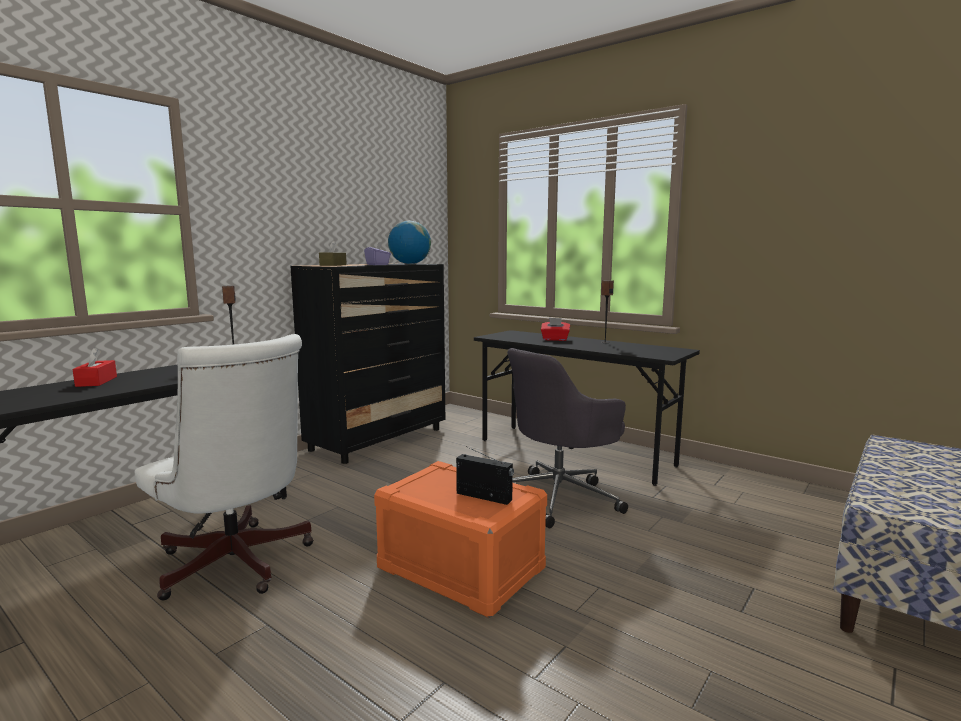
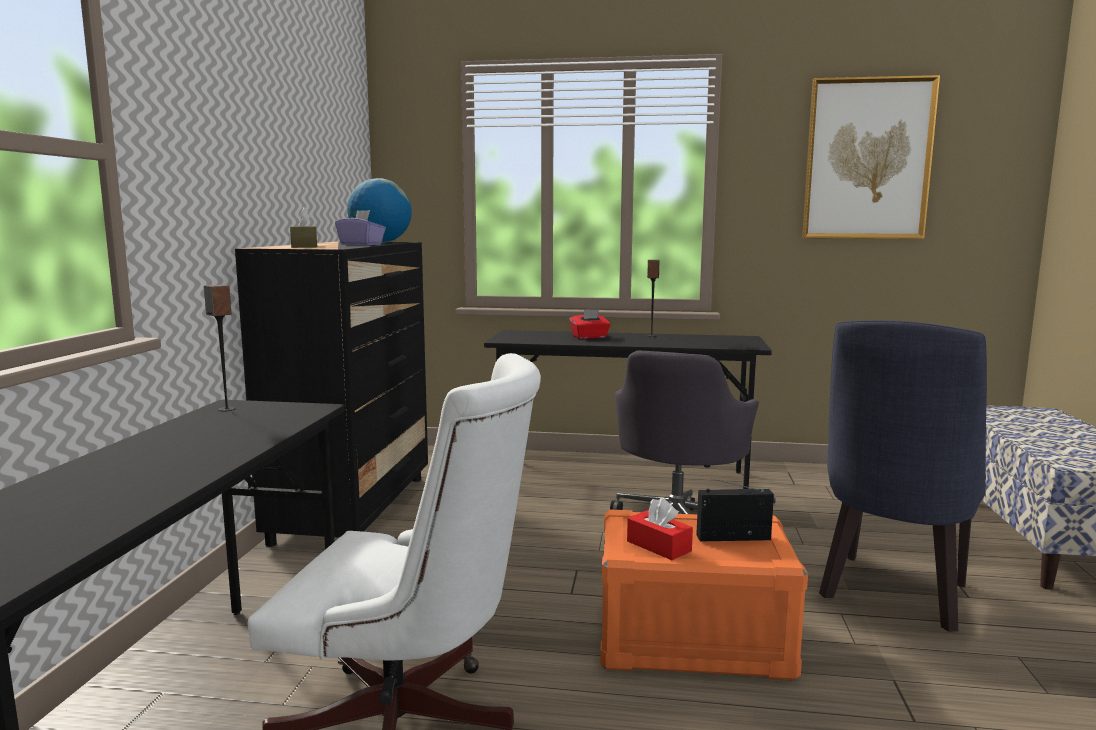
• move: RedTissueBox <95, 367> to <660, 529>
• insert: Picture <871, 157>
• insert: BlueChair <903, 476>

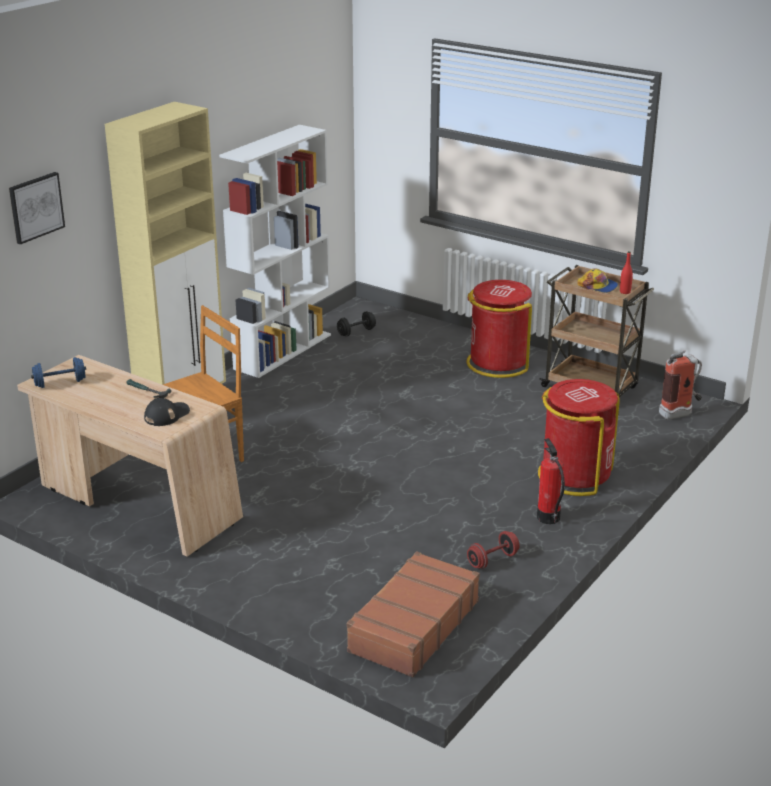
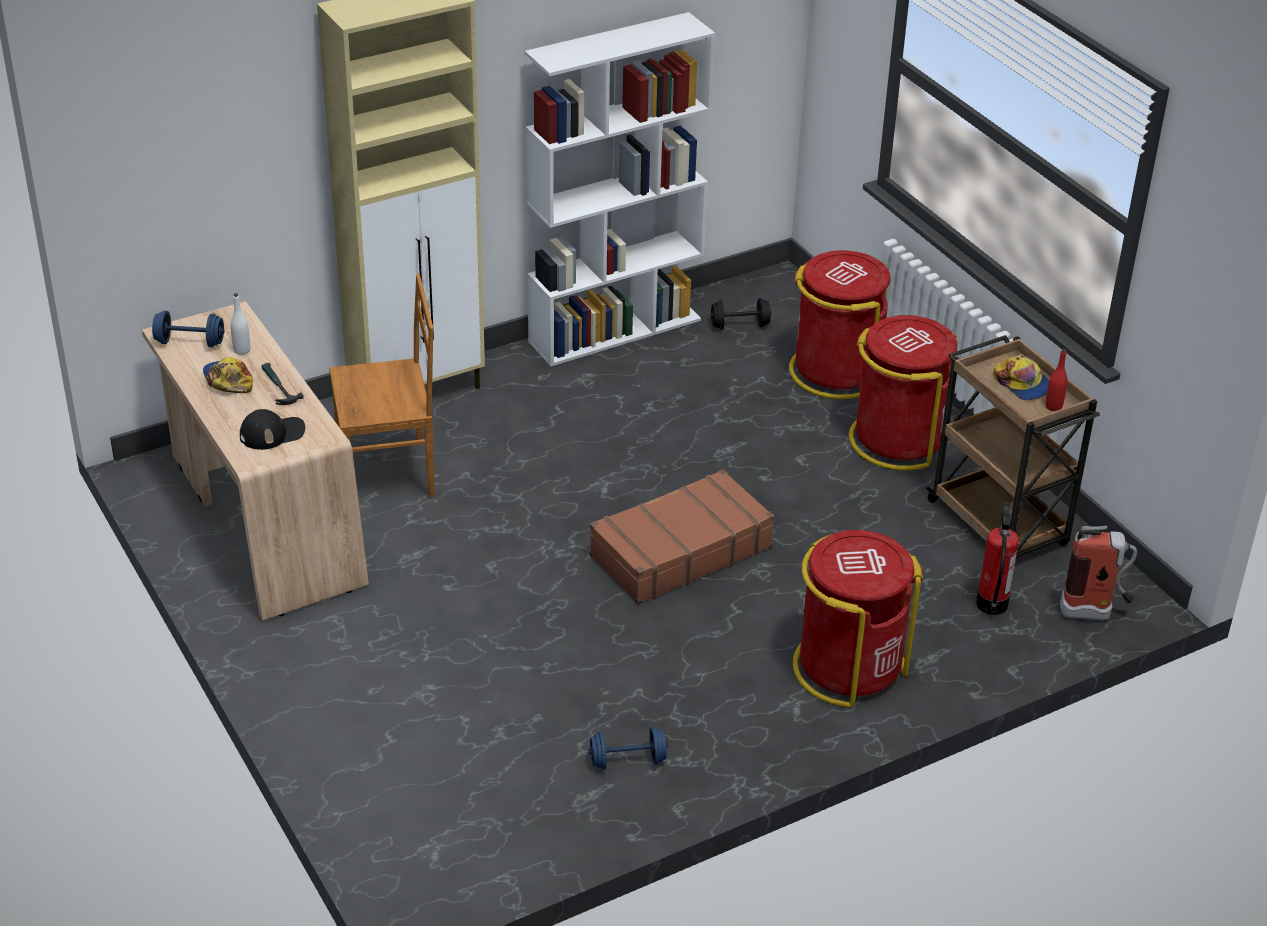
• insert: Cap <228, 375>
• insert: WhiteBottle <240, 324>
• recolor: RedDumbbell <493, 550> to BlueDumbbell <628, 748>
• move: BrownSuitcase <413, 614> to <682, 537>
• insert: RedTrashCan <840, 324>
• move: FireExtinguisher <551, 481> to <997, 558>
• delete: Picture <37, 208>

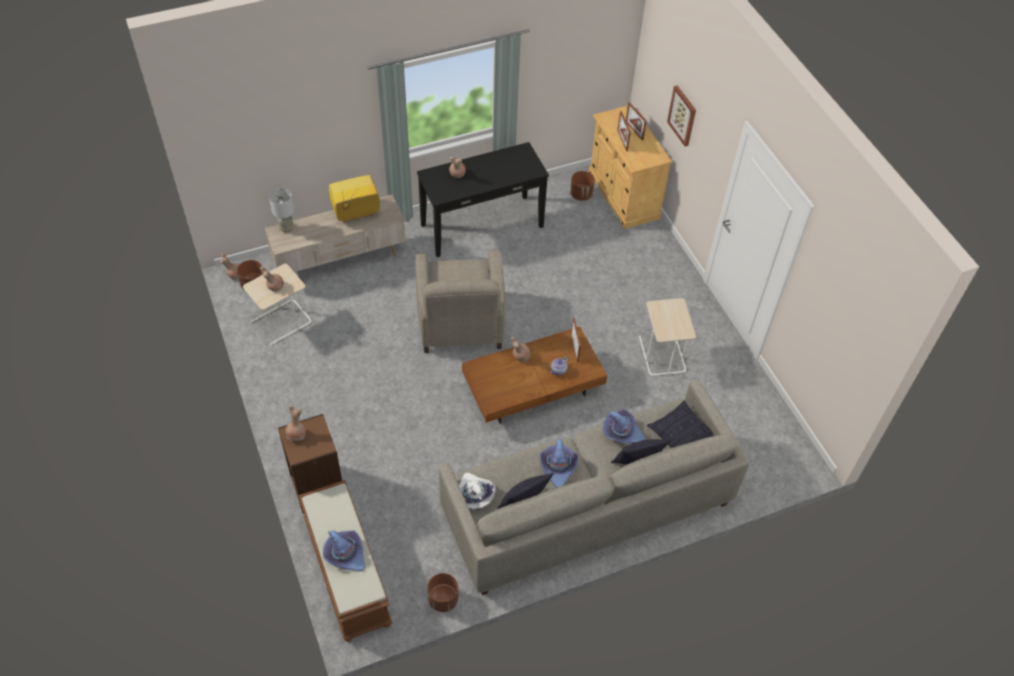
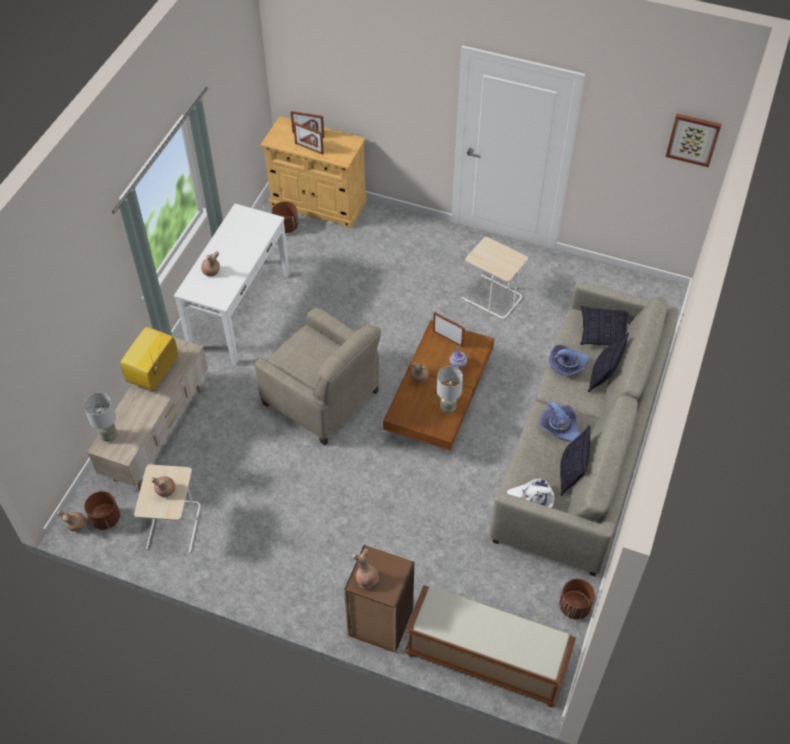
• recolor: BlackConsoleTable <483, 199> to WhiteConsoleTable <232, 284>
• insert: GreyTableLamp <450, 389>
• move: Picture <681, 116> to <694, 140>
• delete: PurpleHat <344, 550>

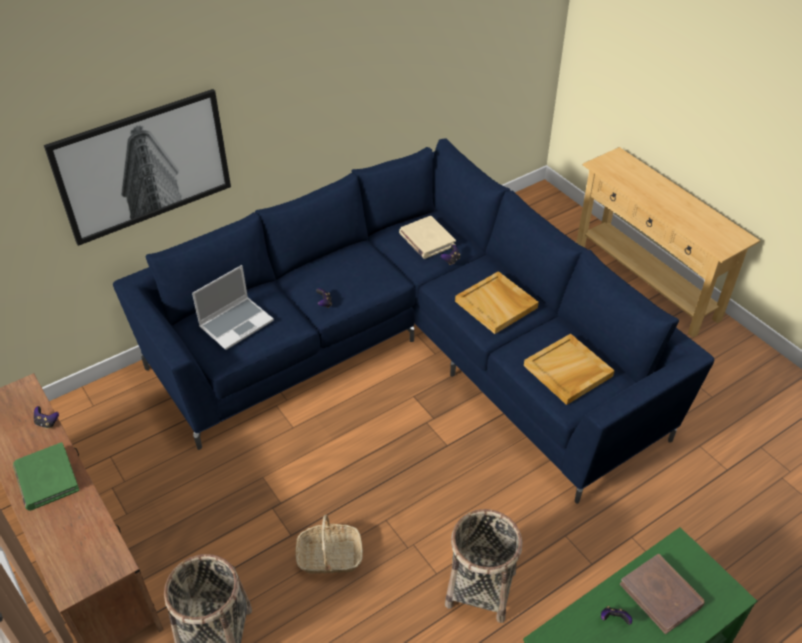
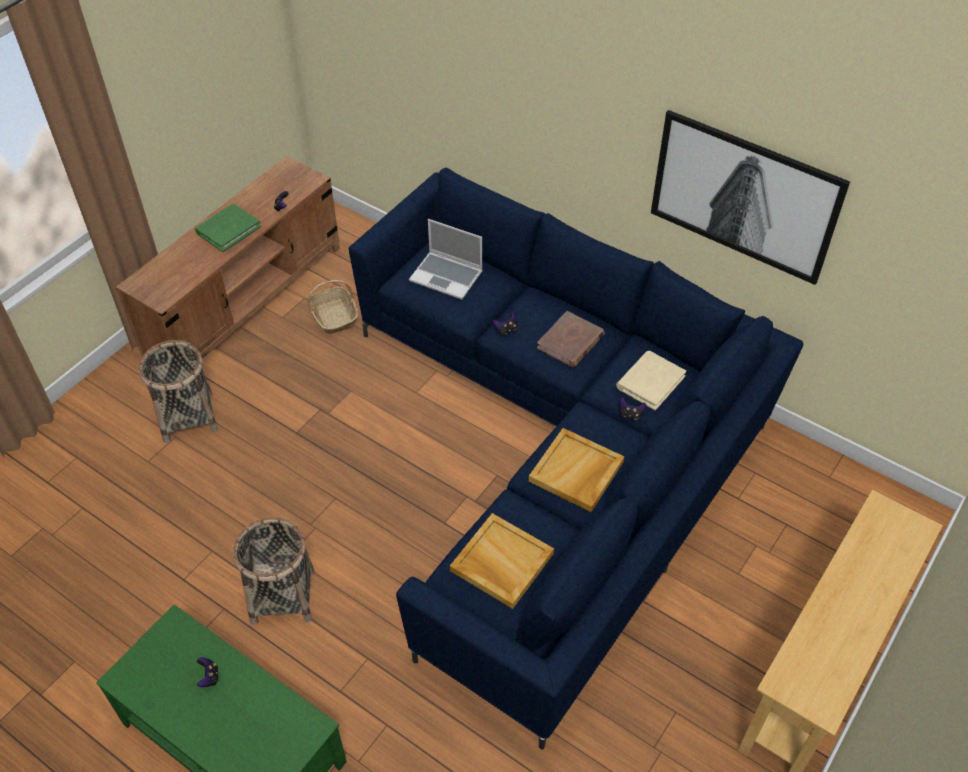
• move: Basket <329, 544> to <332, 307>
• move: BrownBook <662, 594> to <571, 339>
• move: Picture <137, 167> to <750, 197>

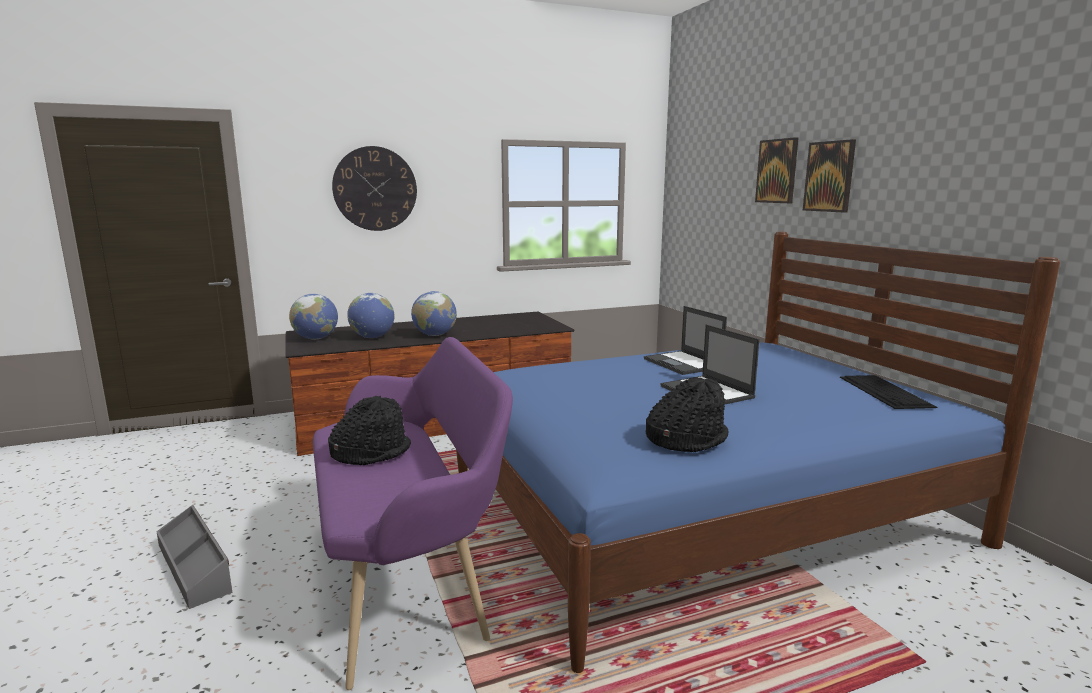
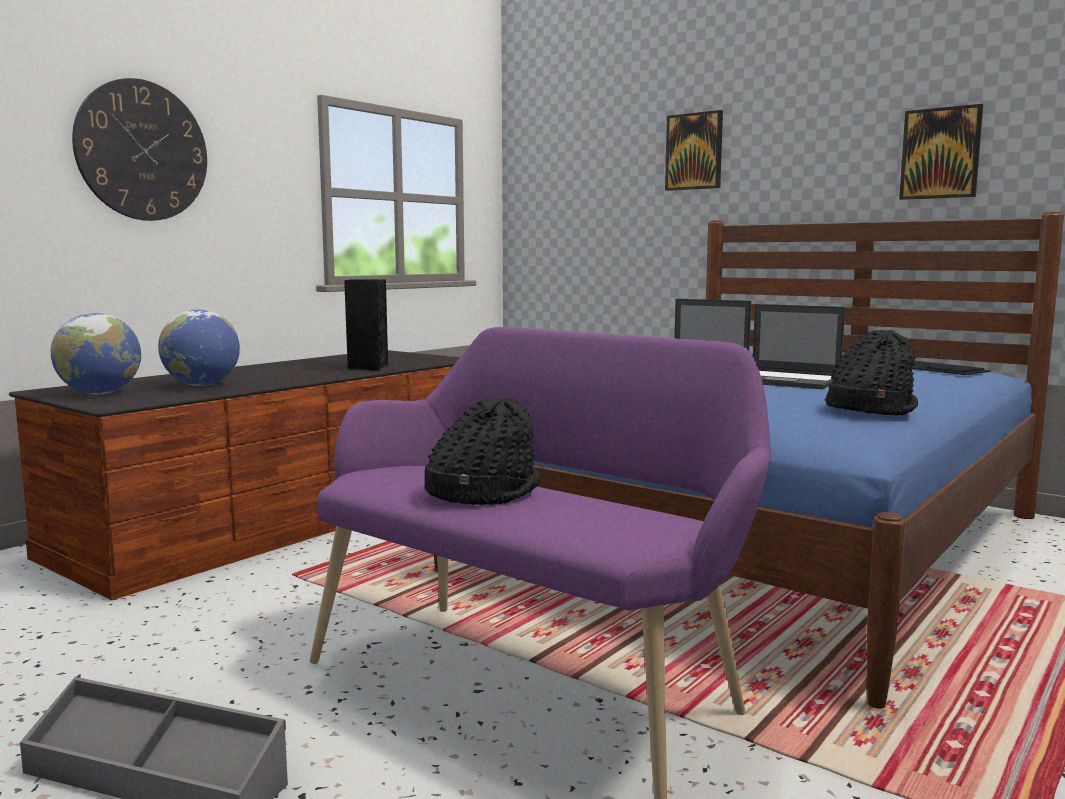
• insert: BlackSpeaker <366, 324>
• move: Picture <829, 176> to <941, 152>
• delete: Globe <434, 313>

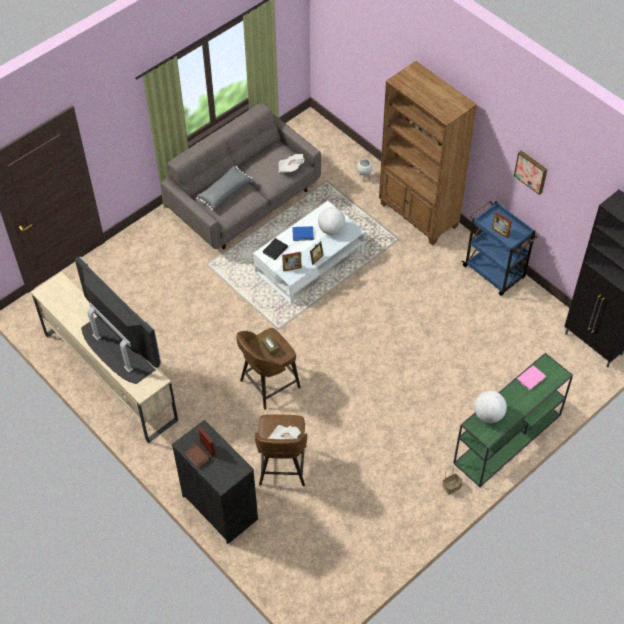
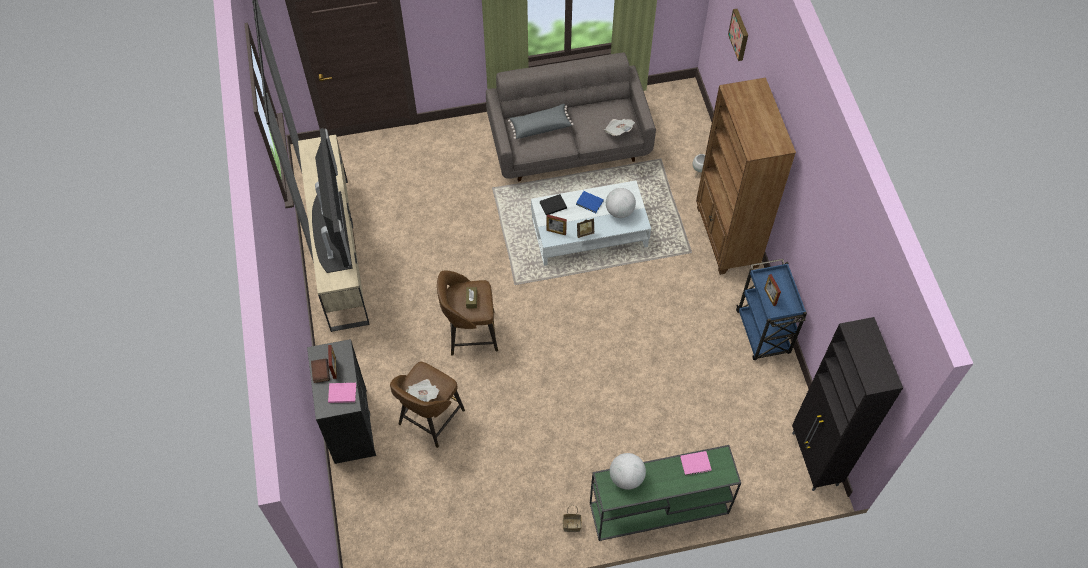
• insert: PinkBook <342, 393>
• move: Picture <531, 173> to <738, 35>

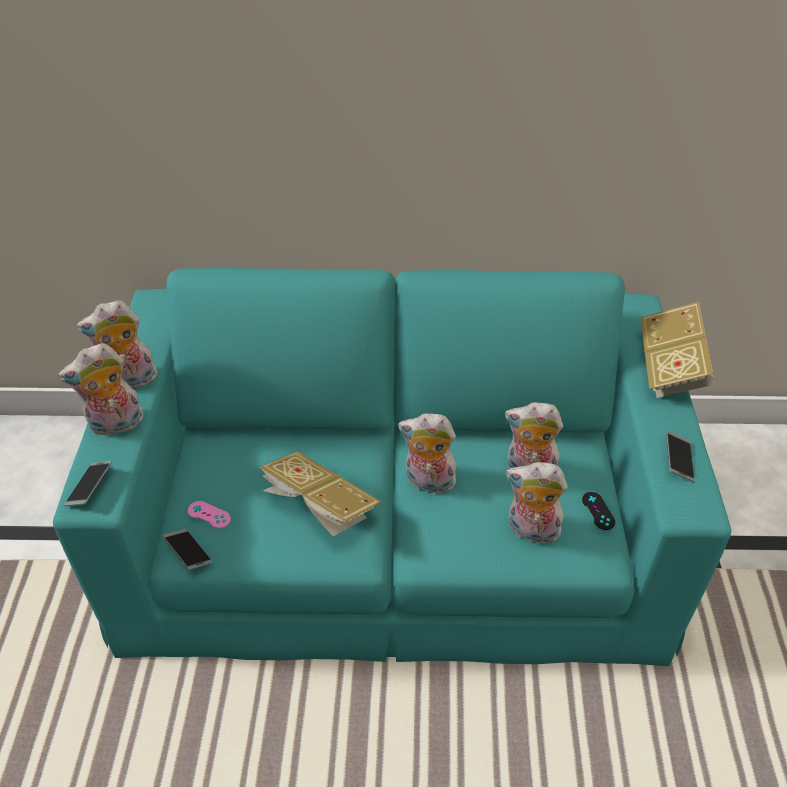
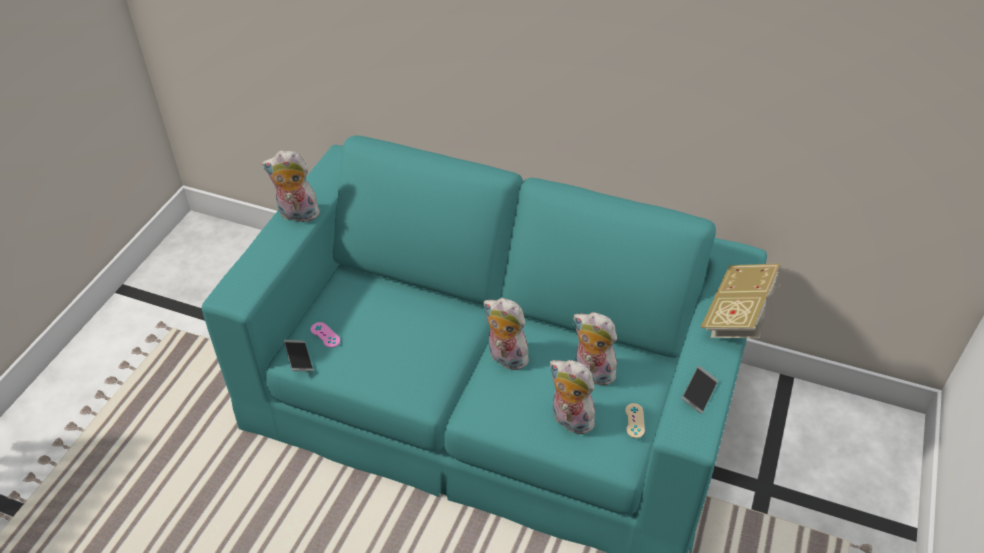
• recolor: BlackGameController <598, 511> to BeigeGameController <635, 420>
• delete: PlushToy <101, 389>
• delete: Phone <88, 484>
• delete: Book <320, 494>

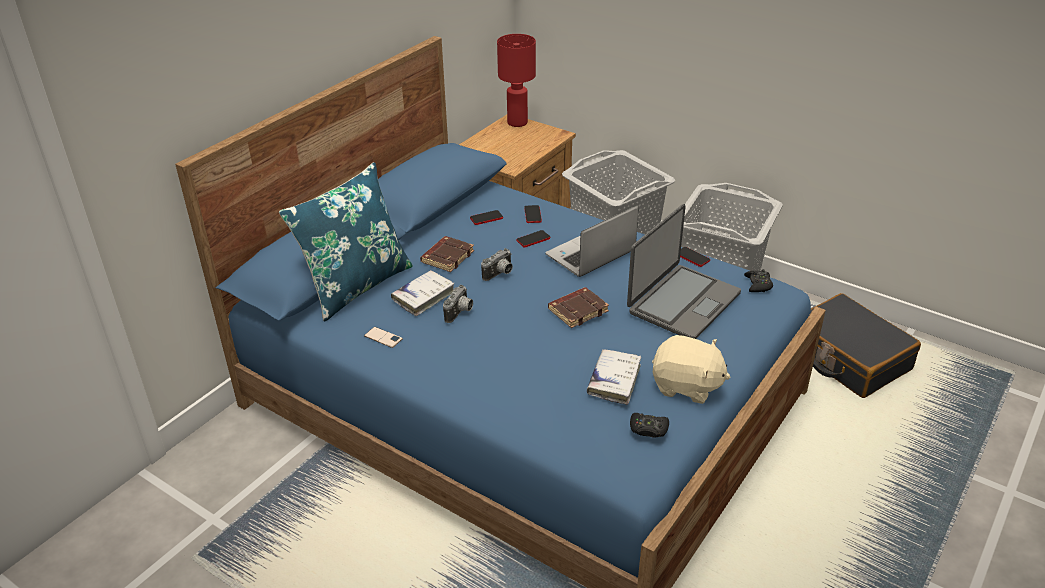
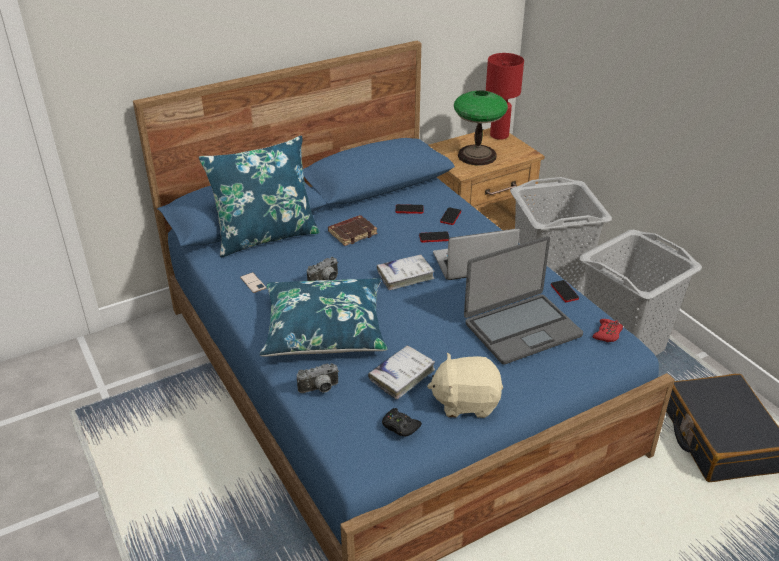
• insert: BluePillow <324, 317>
• move: PhotoCamera <497, 264> to <318, 378>
• move: WhiteBook <422, 293> to <405, 272>
• rotate: BeigePlushToy <691, 369> = <465, 385> 135 degrees clockwise
• insert: TableLamp <481, 127>
• recolor: BlackGameController <758, 280> to RedGameController <608, 330>
• delete: BrownBook <578, 307>

